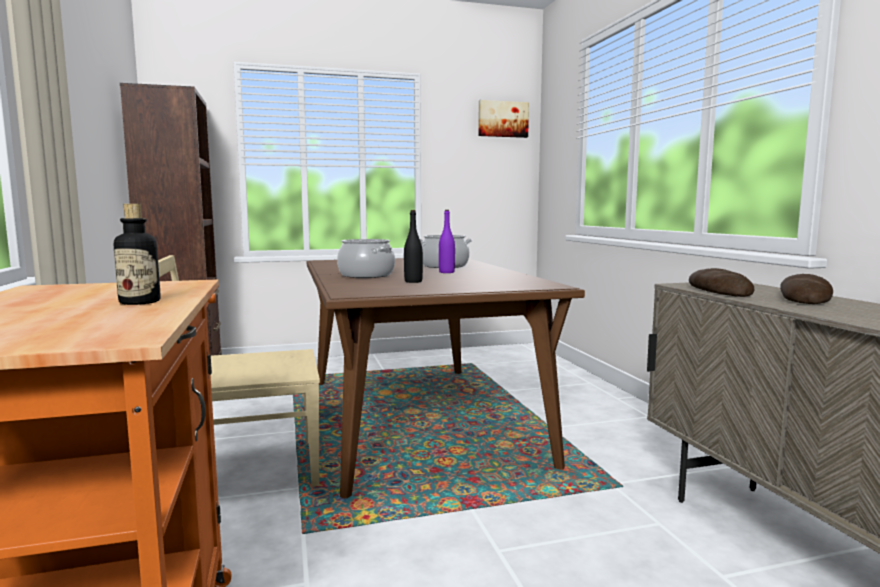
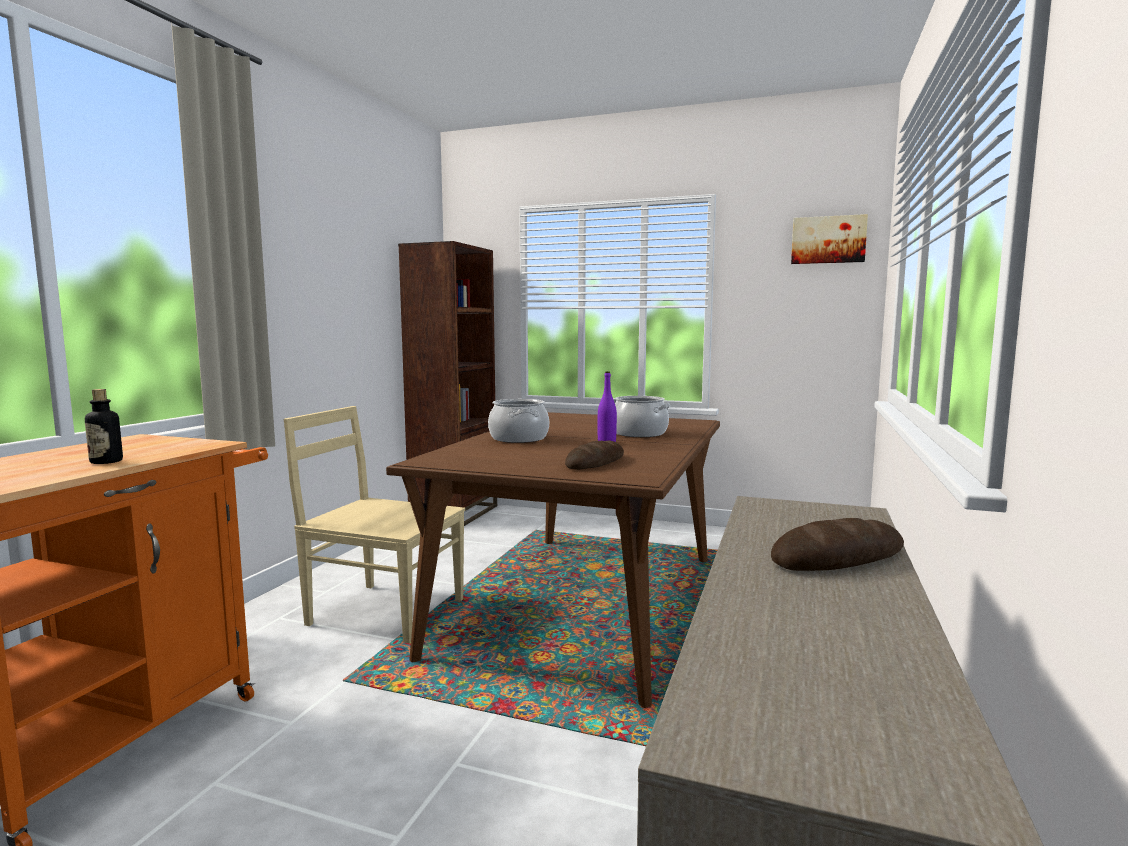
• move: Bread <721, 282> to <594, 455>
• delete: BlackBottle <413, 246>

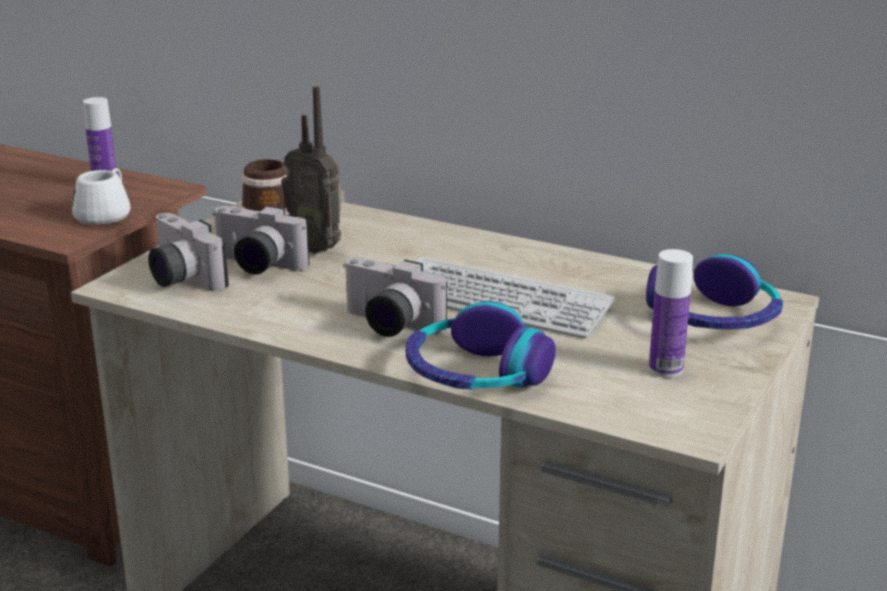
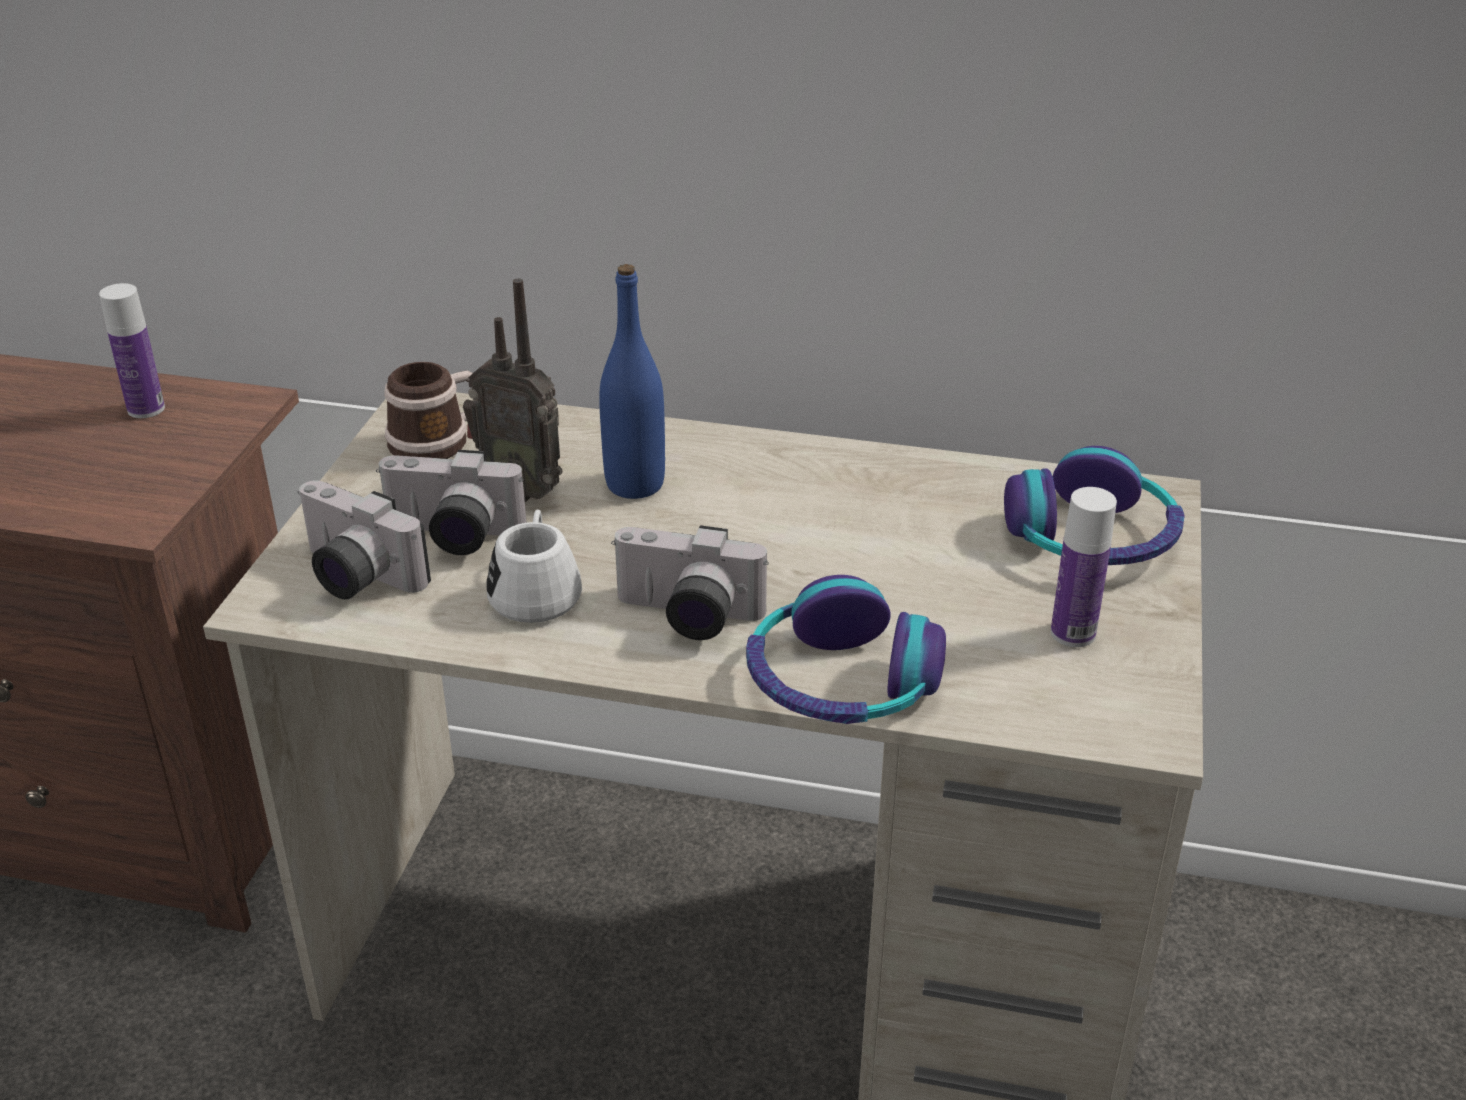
• move: WhiteMug <101, 196> to <534, 566>
• insert: BlueBottle <632, 381>
• delete: Keyboard <515, 298>

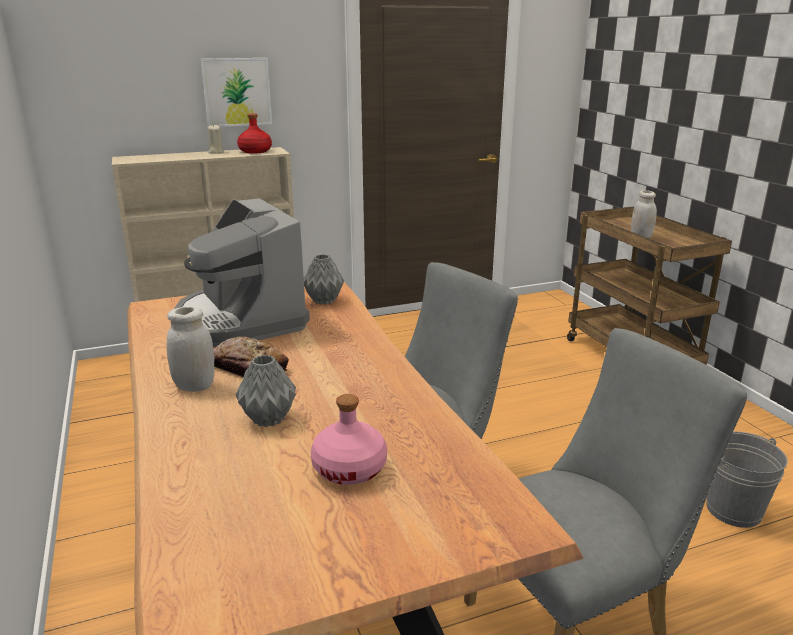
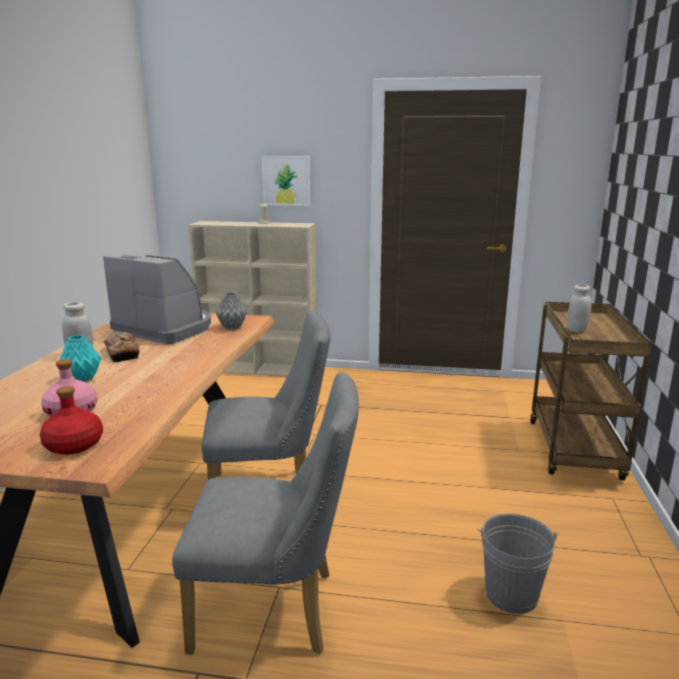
• move: RedBottle <254, 133> to <71, 420>
• recolor: GreyVase <266, 391> to TurquoiseVase <80, 358>
• rotate: CoffeeMachine <242, 272> = <157, 299> 120 degrees clockwise

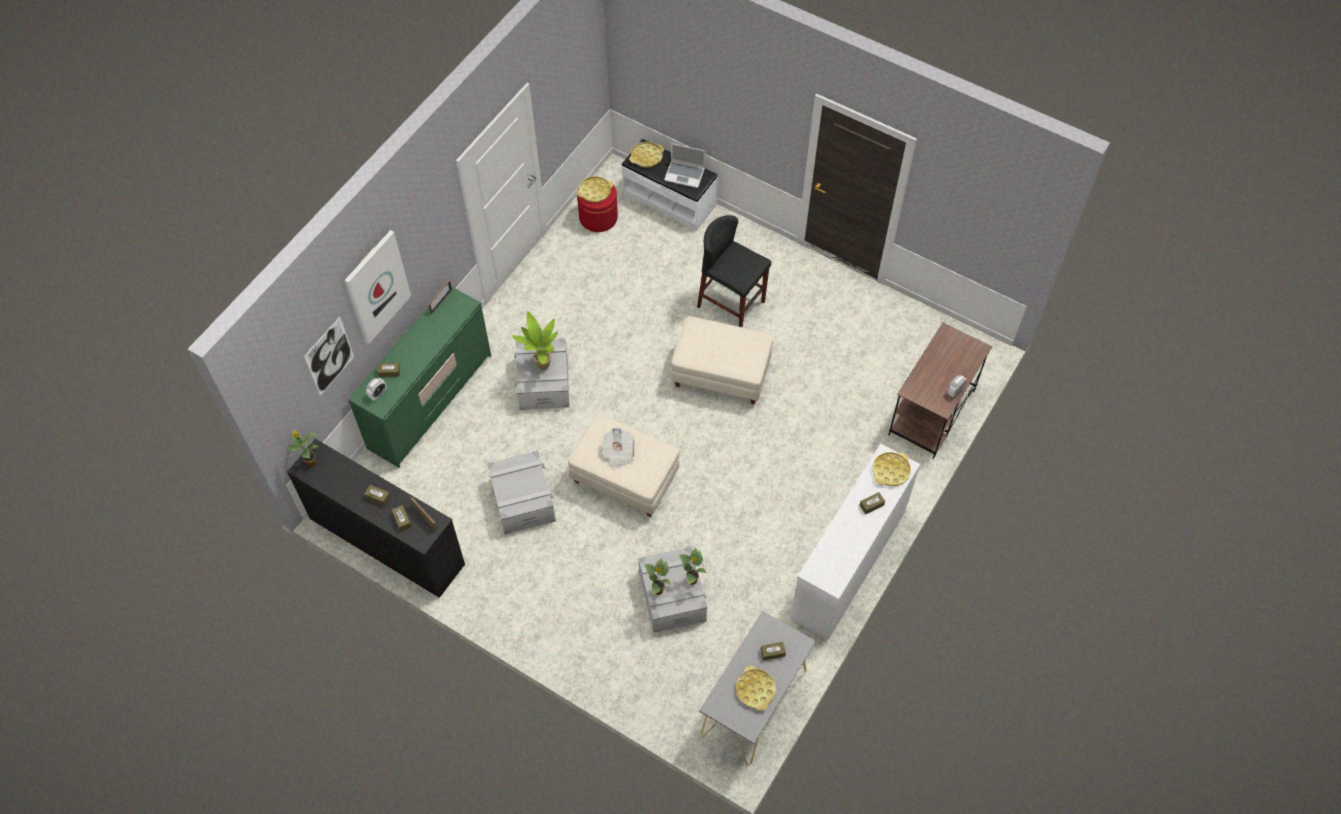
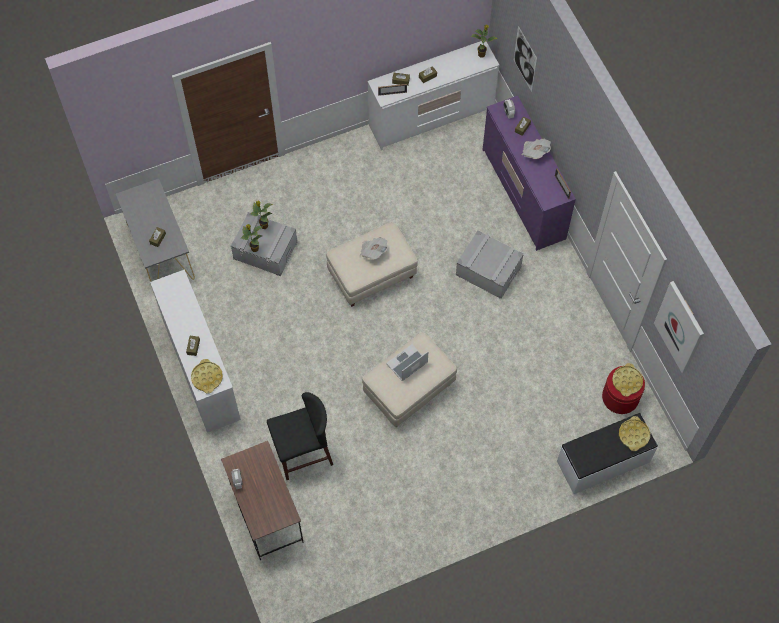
• move: BlackStool <734, 271> to <300, 436>
• recolor: BlackDresser <376, 518> to WhiteDresser <433, 95>
• move: Laptop <684, 165> to <407, 363>
• recolor: GreenDresser <419, 377> to PurpleDresser <529, 173>
• insert: Newspaper <536, 148>
• move: Picture <378, 287> to <679, 327>
• delete: GreyStorageBox <521, 492>
• delete: PottedPlant <535, 340>
• delete: YellowTray <756, 688>

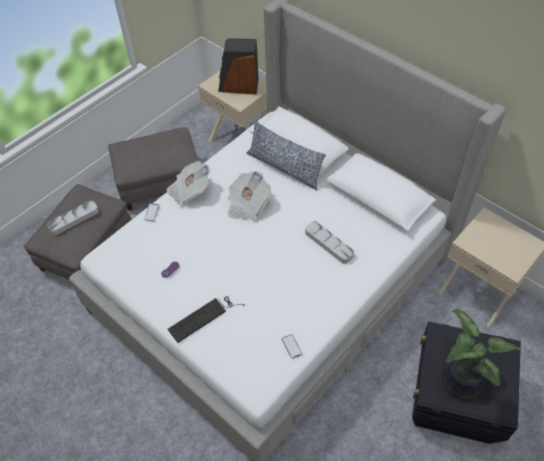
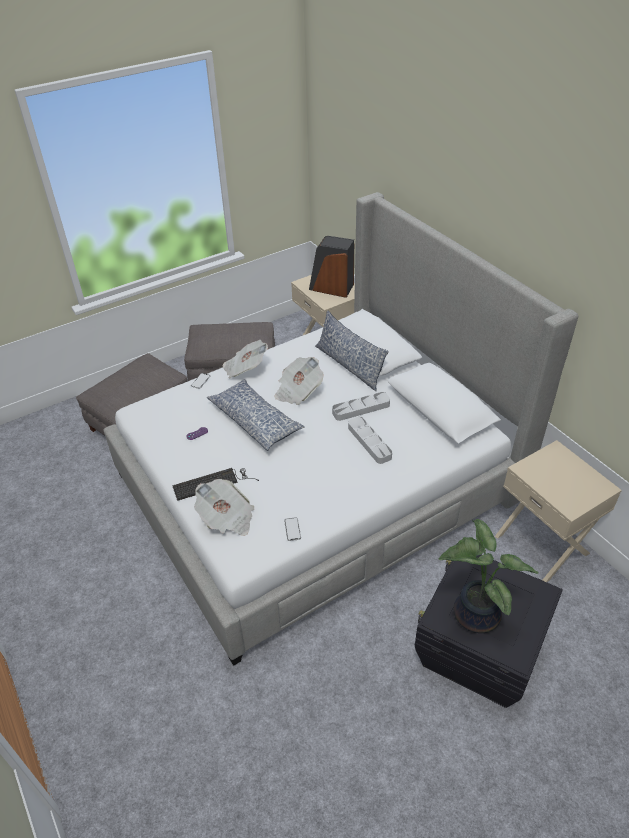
• insert: Newspaper <224, 507>
• insert: Pillow <256, 415>
• move: GreyTray <73, 218> to <361, 406>

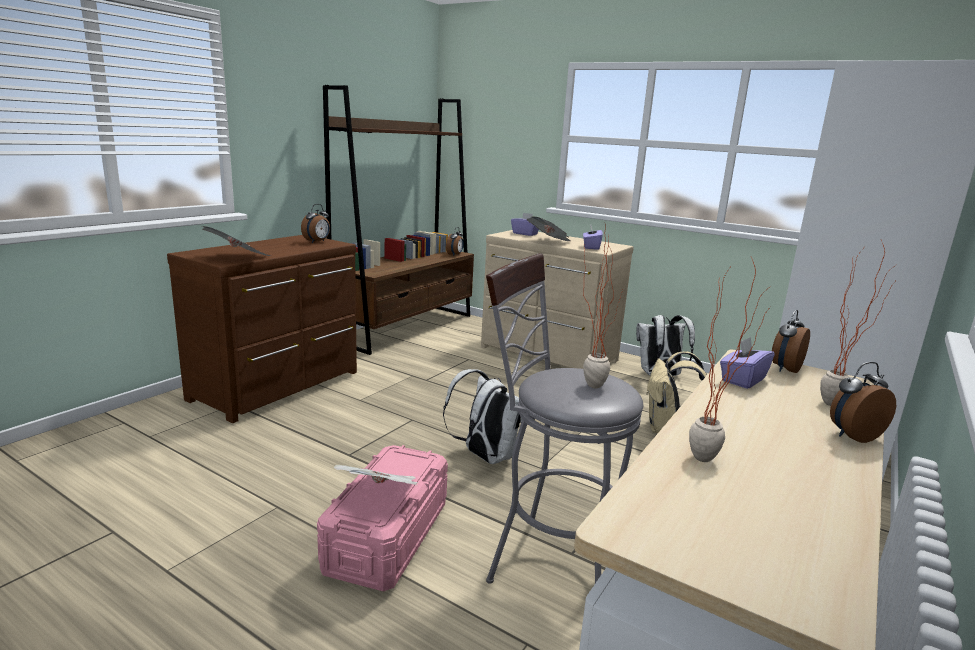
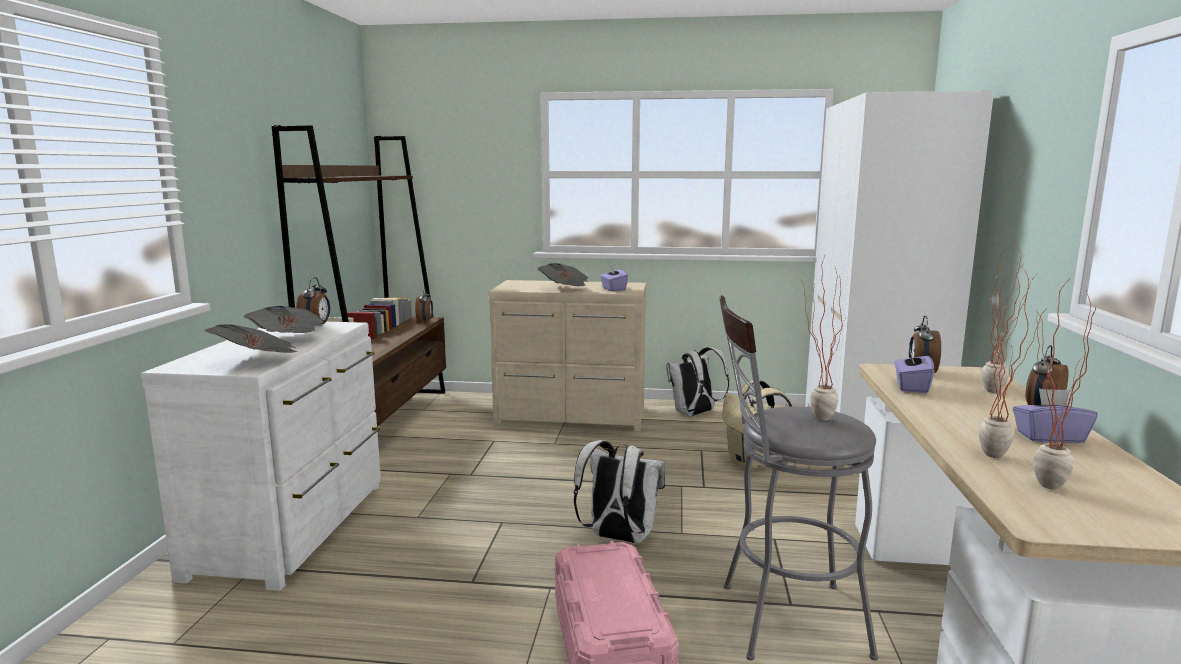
• recolor: BrownDresser <262, 329> to WhiteDresser <260, 456>
• move: Newspaper <376, 475> to <284, 319>
• move: PurpleTissueBox <525, 224> to <1055, 416>
• insert: PottedPlant <1064, 385>

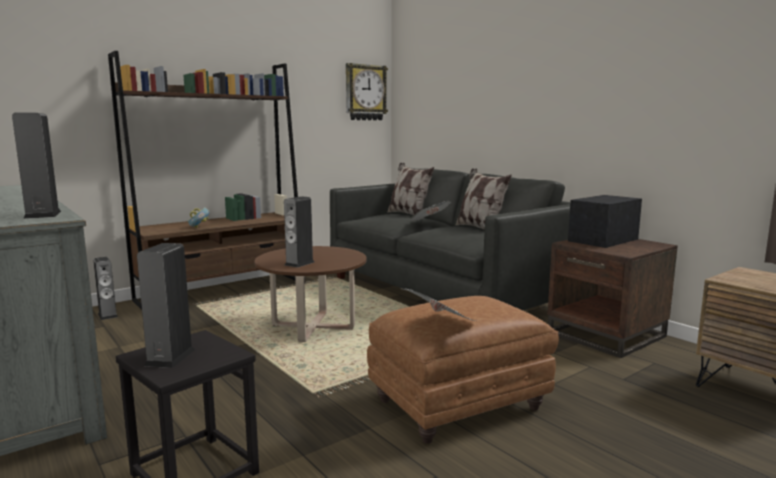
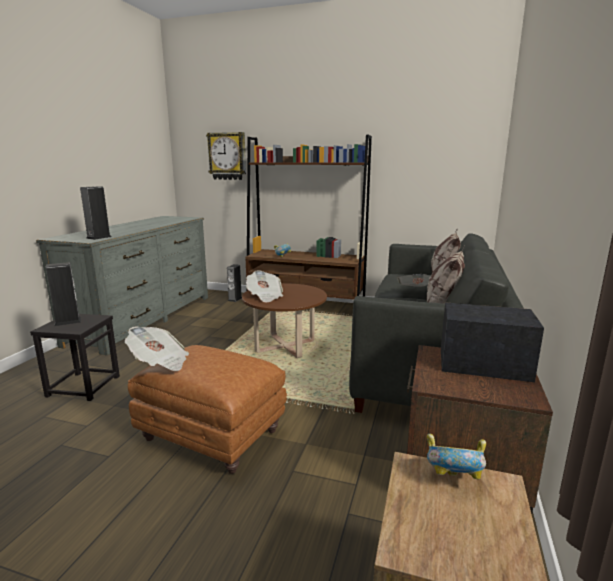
• move: WallClock <367, 91> to <226, 156>
• replace: Speaker <299, 232> to Newspaper <264, 286>
• insert: Bowl <456, 456>

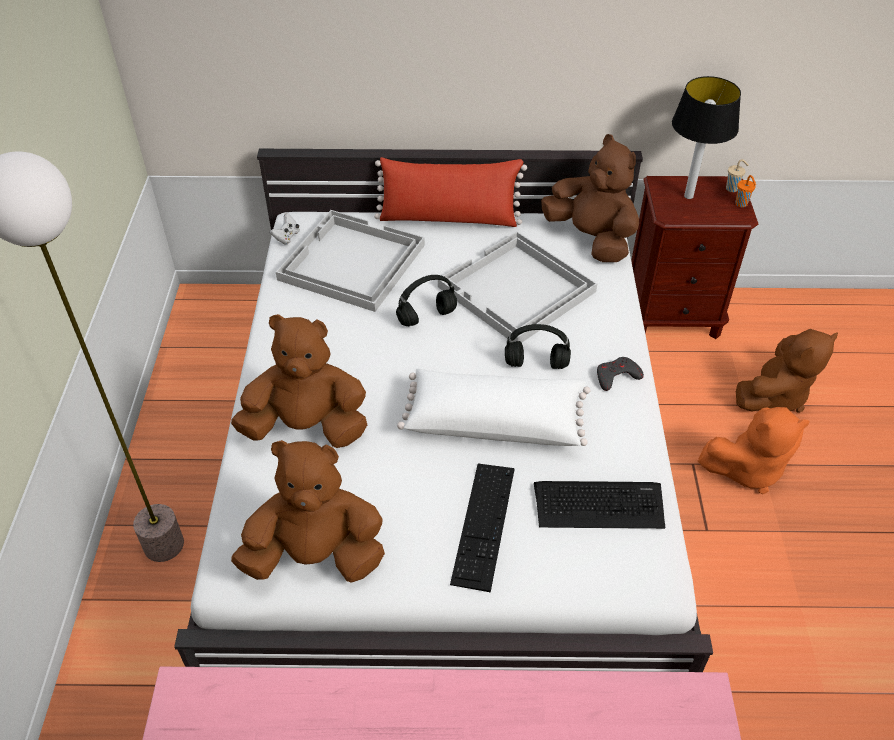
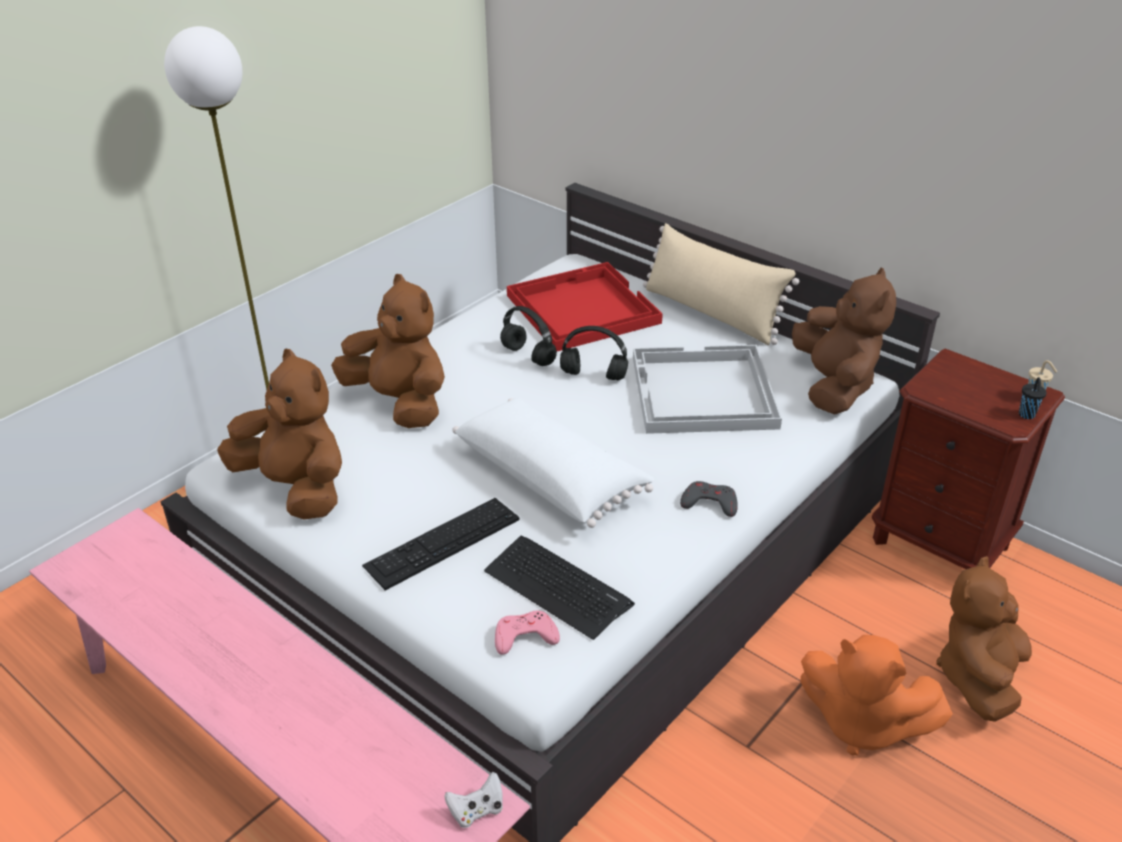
• move: WhiteGameController <285, 229> to <473, 800>
• insert: PinkGameController <527, 632>
• move: BlackHeadphones <538, 346> to <528, 336>
• recolor: WhiteTray <350, 261> to RedTray <585, 306>
• recolor: RedPillow <450, 192> to BeigePillow <721, 284>
• rotate: BrownPlushToy <787, 370> = <984, 639> 120 degrees clockwise
• recolor: OrangeCup <745, 191> to BlackCup <1033, 398>
• delete: TableLamp <706, 137>

